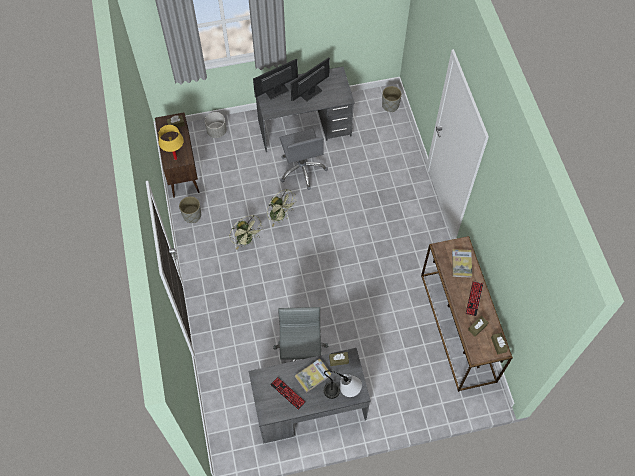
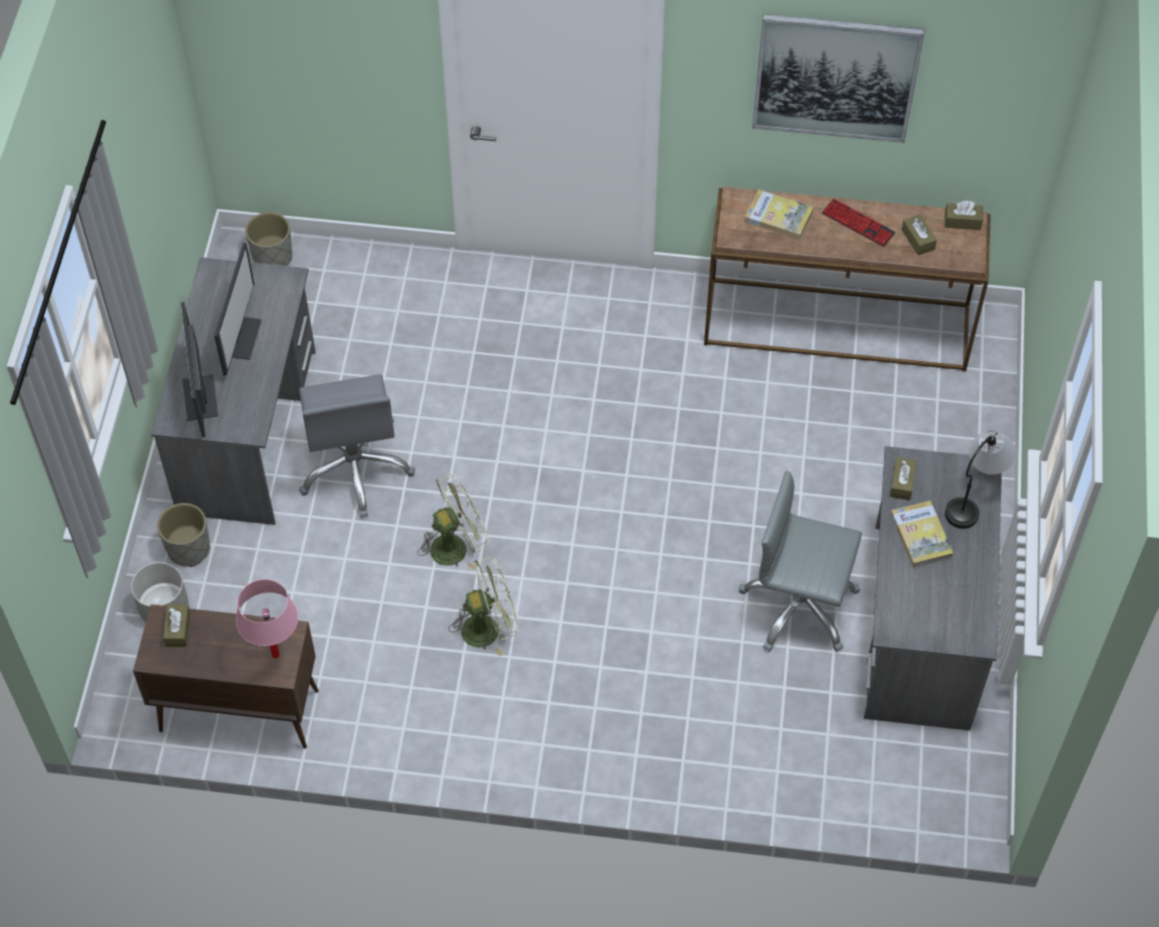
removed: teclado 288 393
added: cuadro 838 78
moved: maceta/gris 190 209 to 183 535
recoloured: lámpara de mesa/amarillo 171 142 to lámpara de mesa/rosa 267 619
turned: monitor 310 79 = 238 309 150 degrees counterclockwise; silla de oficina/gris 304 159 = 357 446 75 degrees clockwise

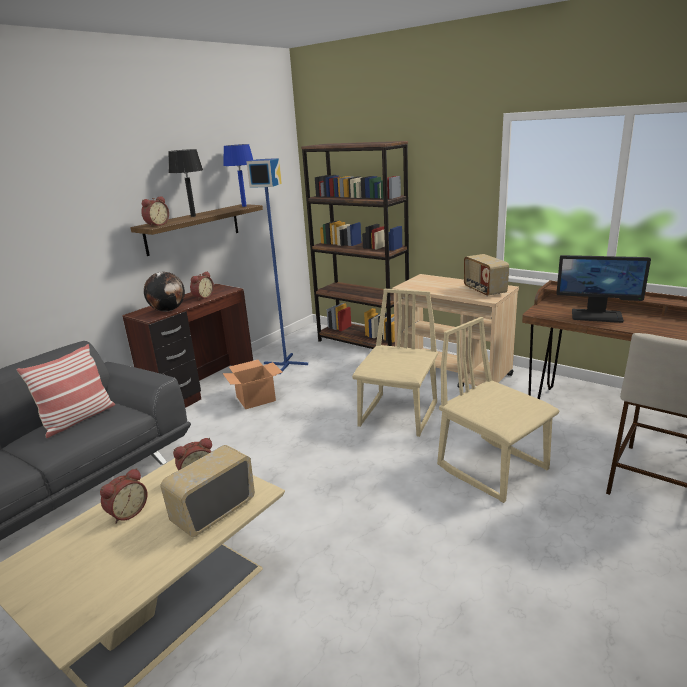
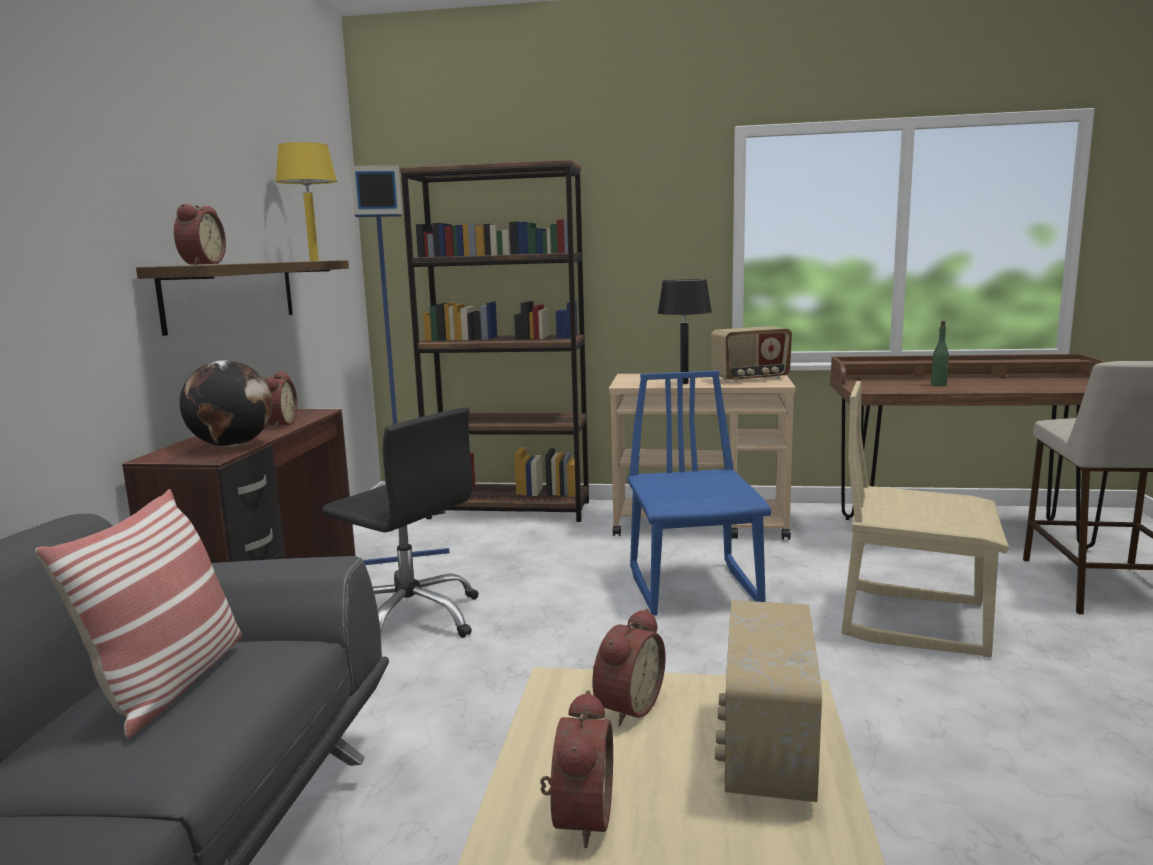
moved: lámpara de mesa/negro 185 183 to 684 331
replaced: monitor 603 289 to botella/verde 940 353; caja de cartón 252 384 to silla de oficina/negro 400 522
recoloured: lámpara de mesa/azul 238 175 to lámpara de mesa/amarillo 306 201; silla/beis 395 363 to silla/azul 699 493
turned: radio 486 275 = 751 354 60 degrees counterclockwise

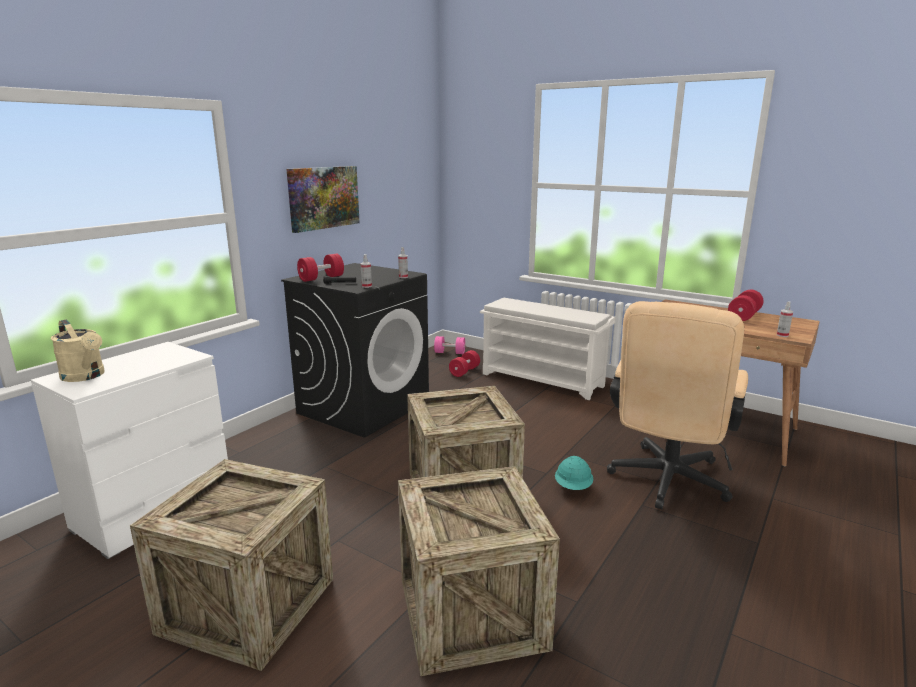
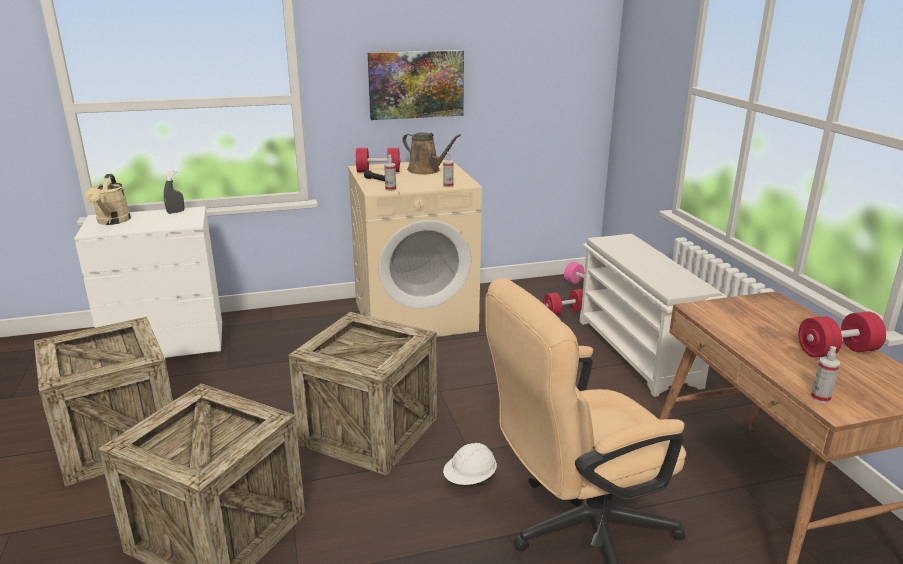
added: regadera/marrón 431 153; pulverizador/gris 174 192
recoloured: lavadora/negro 355 350 to lavadora/beis 415 248; casco/turquesa 574 473 to casco/blanco 470 464

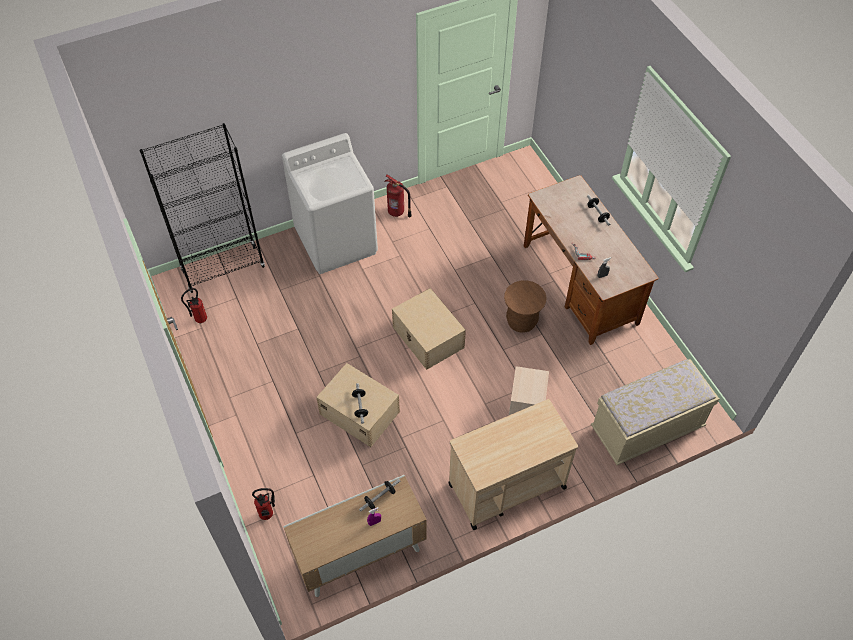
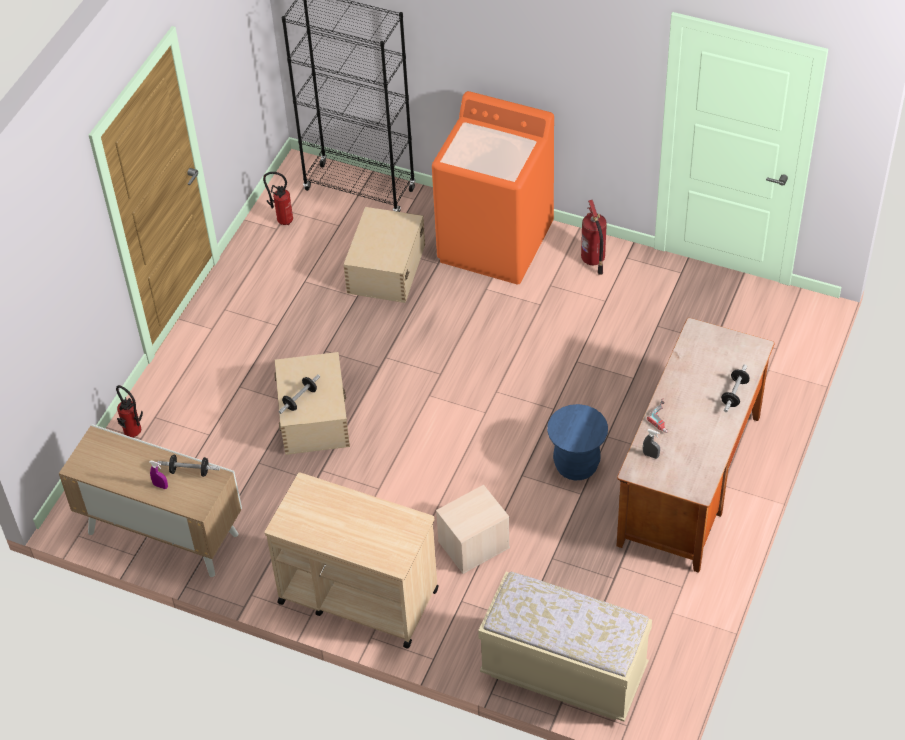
moved: caja de almacenaje/beis 429 329 to 384 255
recoloured: lavadora/blanco 330 203 to lavadora/naranja 493 187; taburete/marrón 525 306 to taburete/azul 577 442

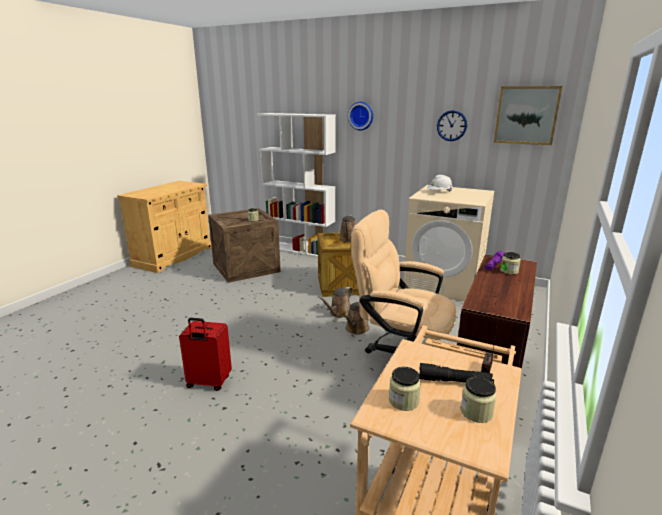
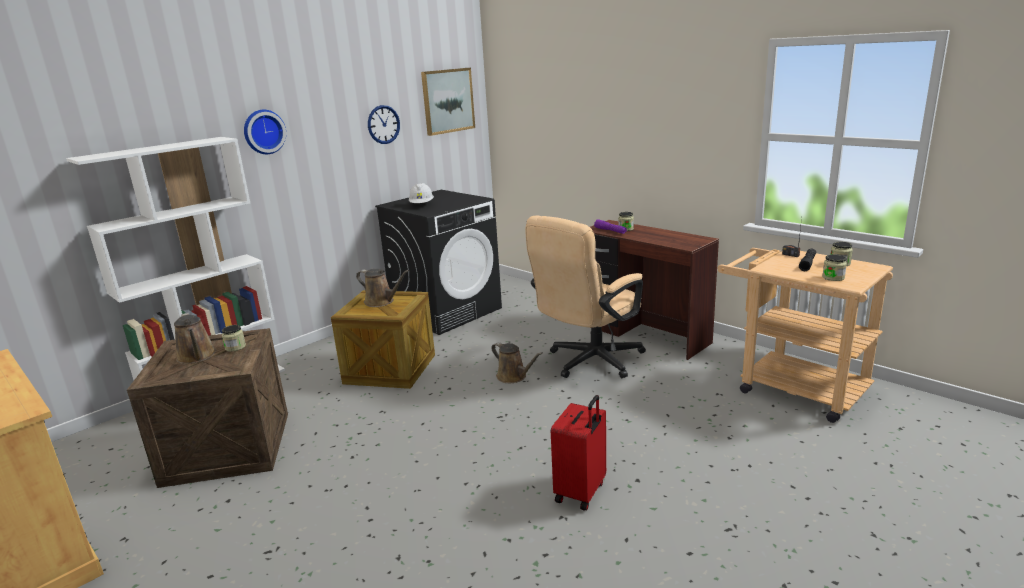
moved: regadera/marrón 335 302 to 195 338
recoloured: lavadora/beis 449 243 to lavadora/negro 438 262

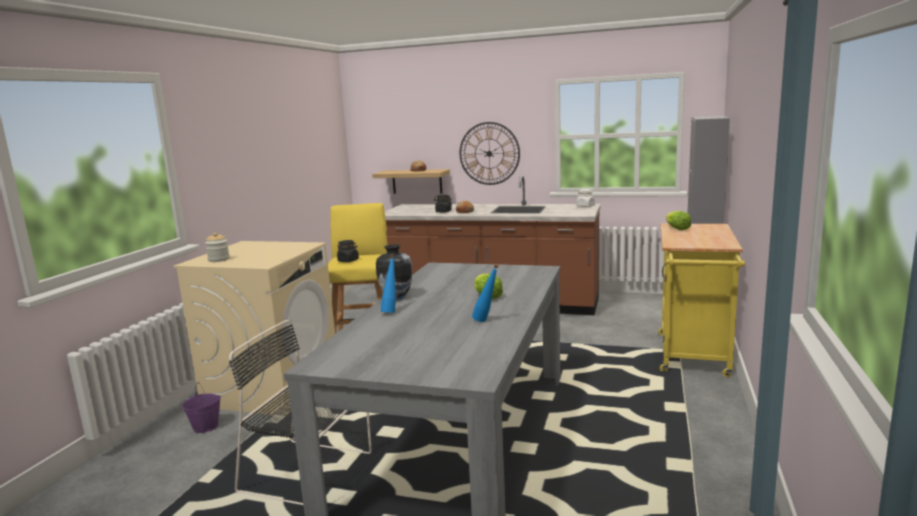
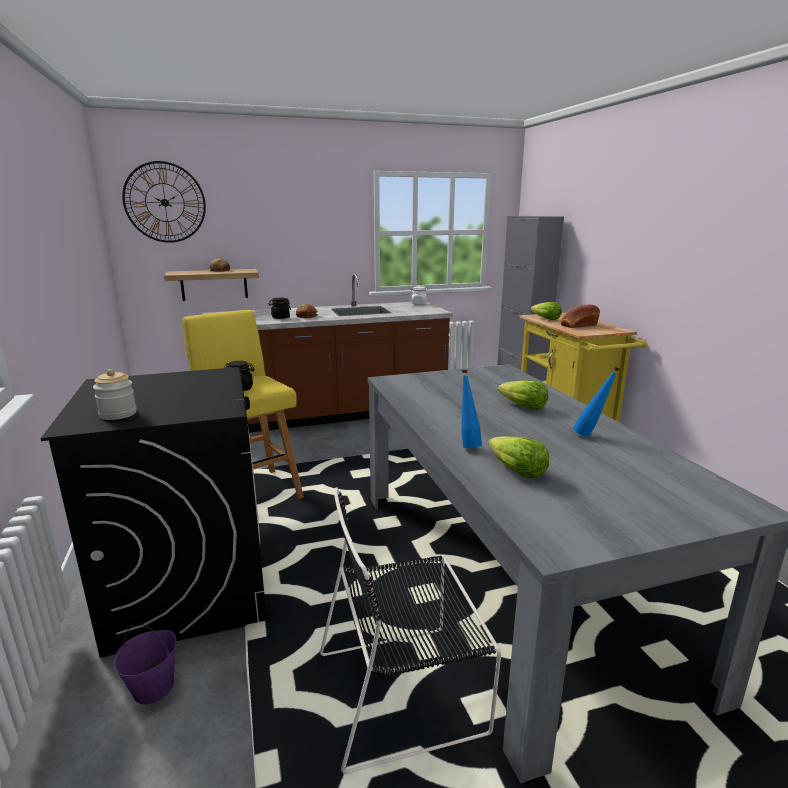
removed: florero 394 272
added: pan 580 316; lechuga 518 457
moved: reloj de pared 489 153 to 164 202
recoloured: lavadora/beis 254 328 to lavadora/negro 154 512

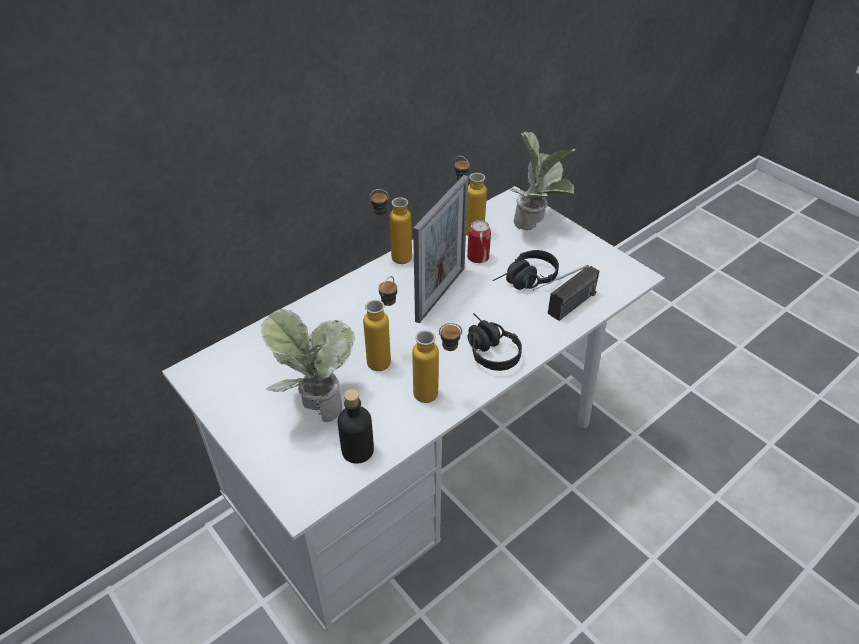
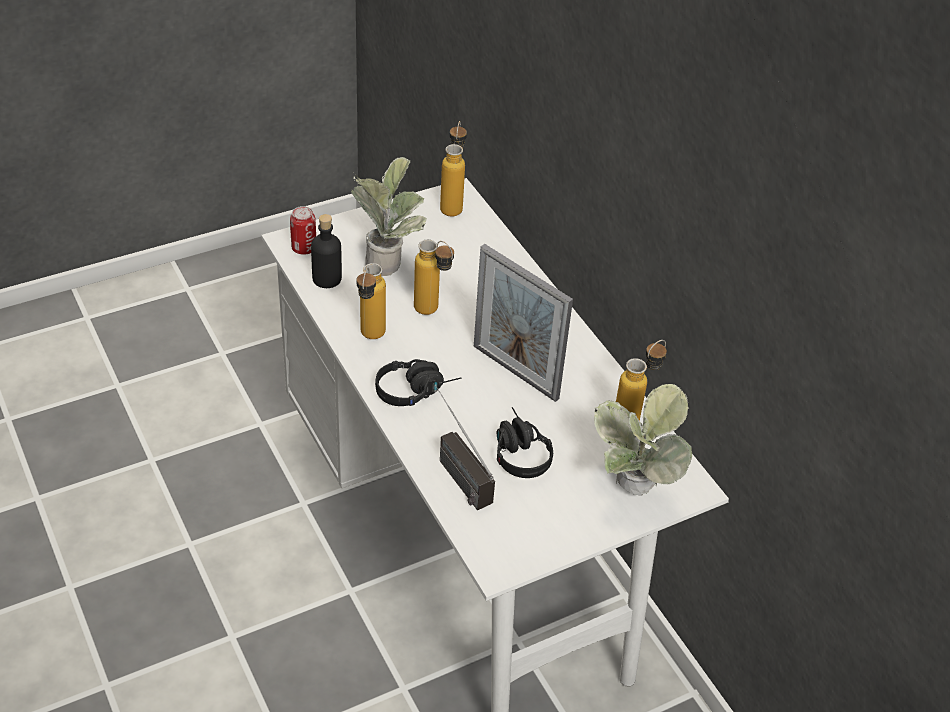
moved: botella 391 226 to 453 169; lata 479 241 to 303 230

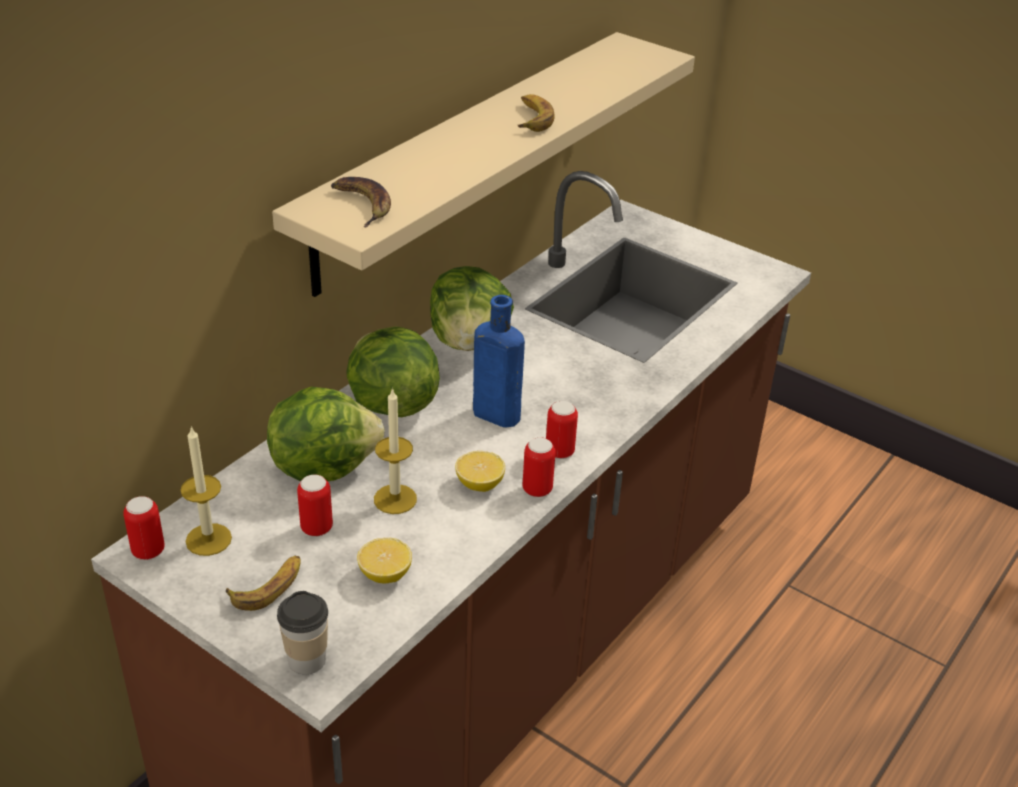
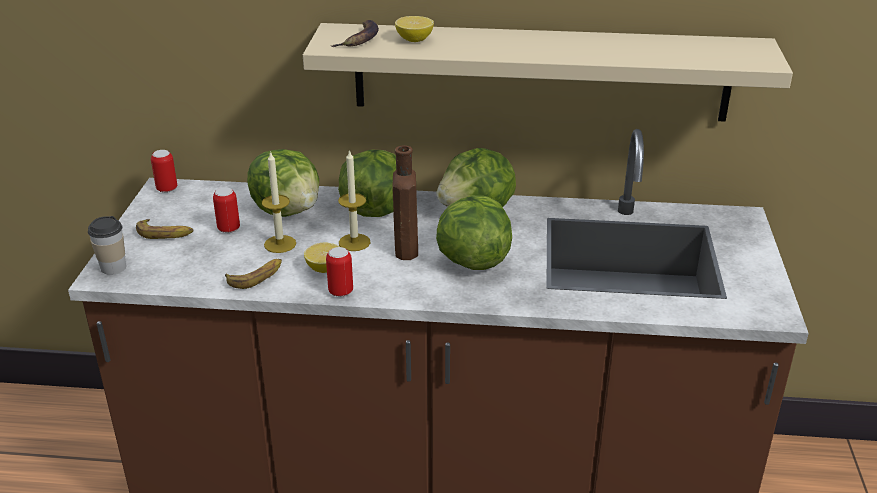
removed: lata 562 430
added: lechuga 474 233
moved: plátano 536 113 to 253 274; vela 206 491 to 354 200; limón 384 560 to 414 29
recoloured: botella/azul 499 361 to botella/marrón 405 202

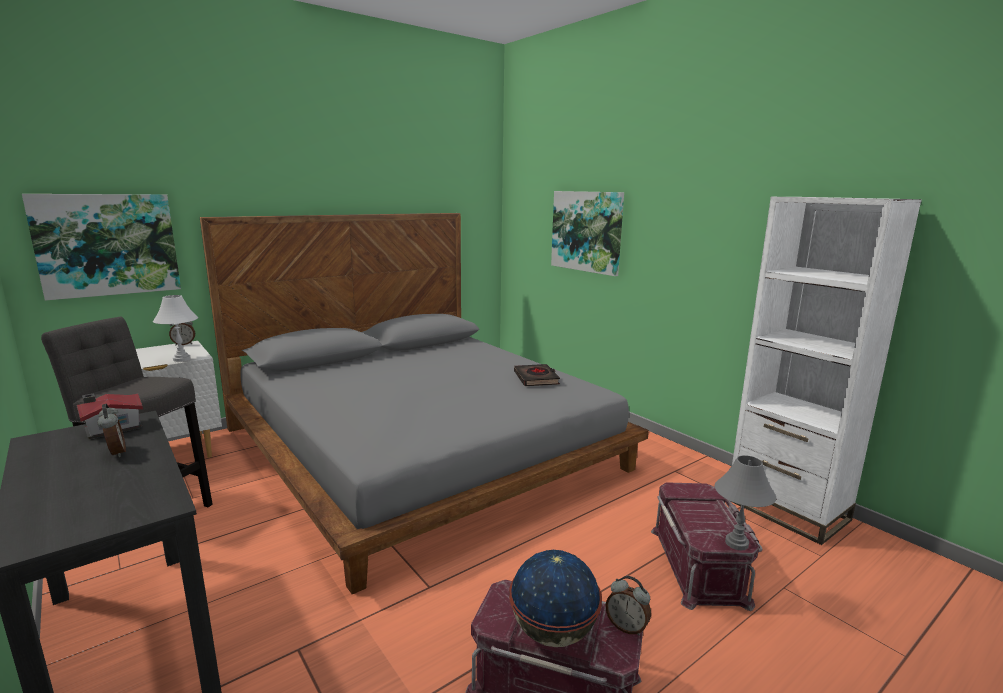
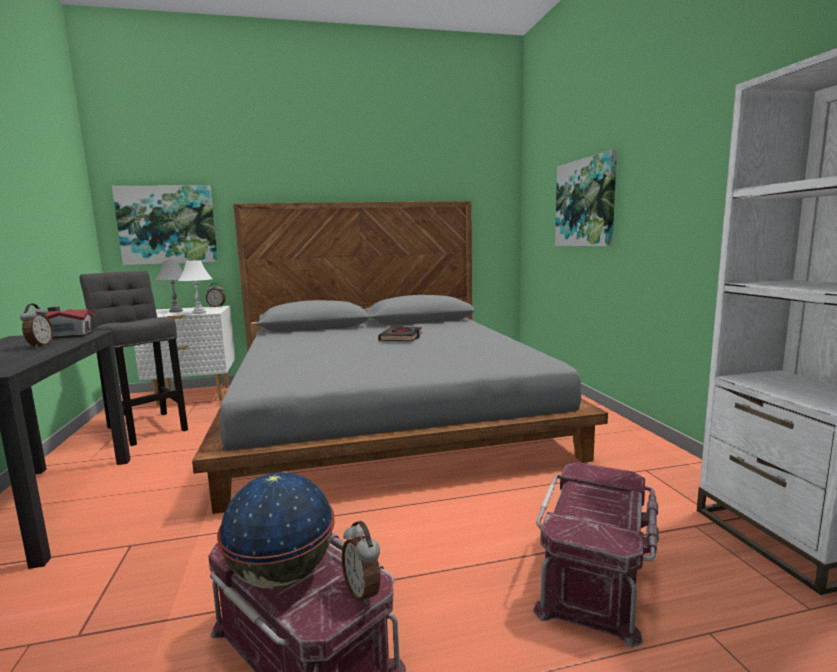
moved: libro/negro 537 375 to 400 334; lámpara de mesa/gris 745 502 to 169 286

